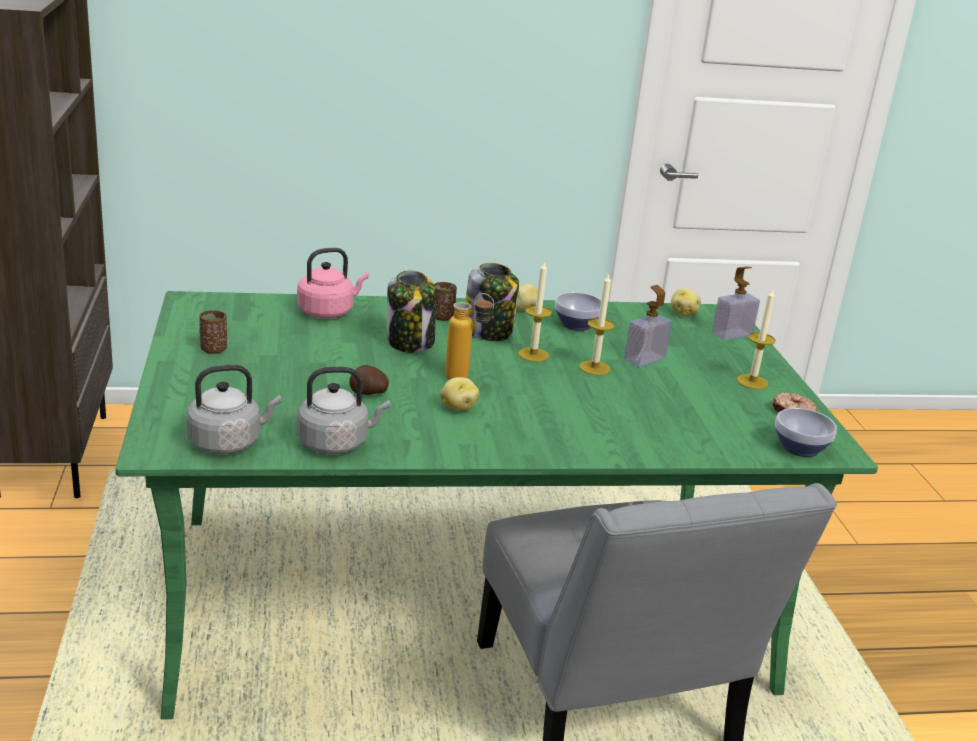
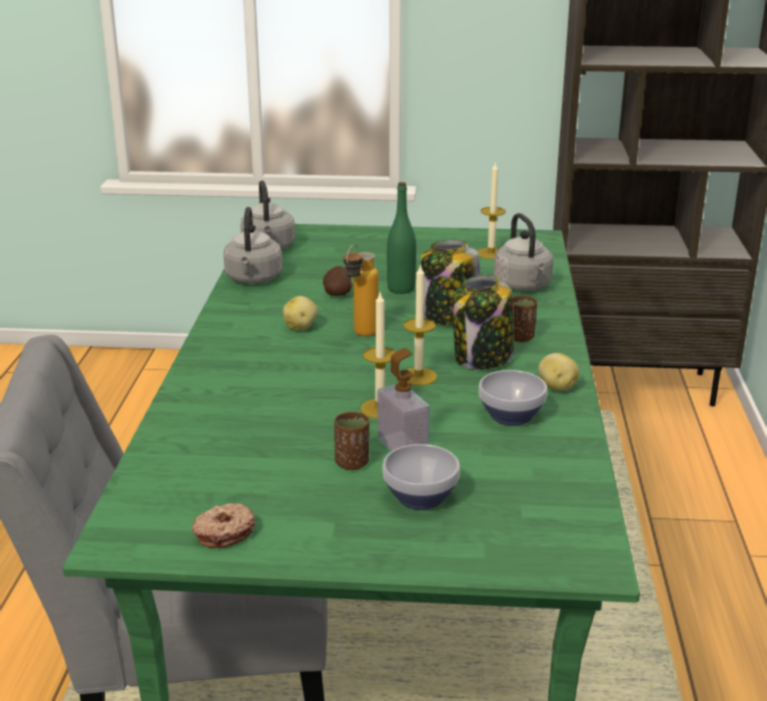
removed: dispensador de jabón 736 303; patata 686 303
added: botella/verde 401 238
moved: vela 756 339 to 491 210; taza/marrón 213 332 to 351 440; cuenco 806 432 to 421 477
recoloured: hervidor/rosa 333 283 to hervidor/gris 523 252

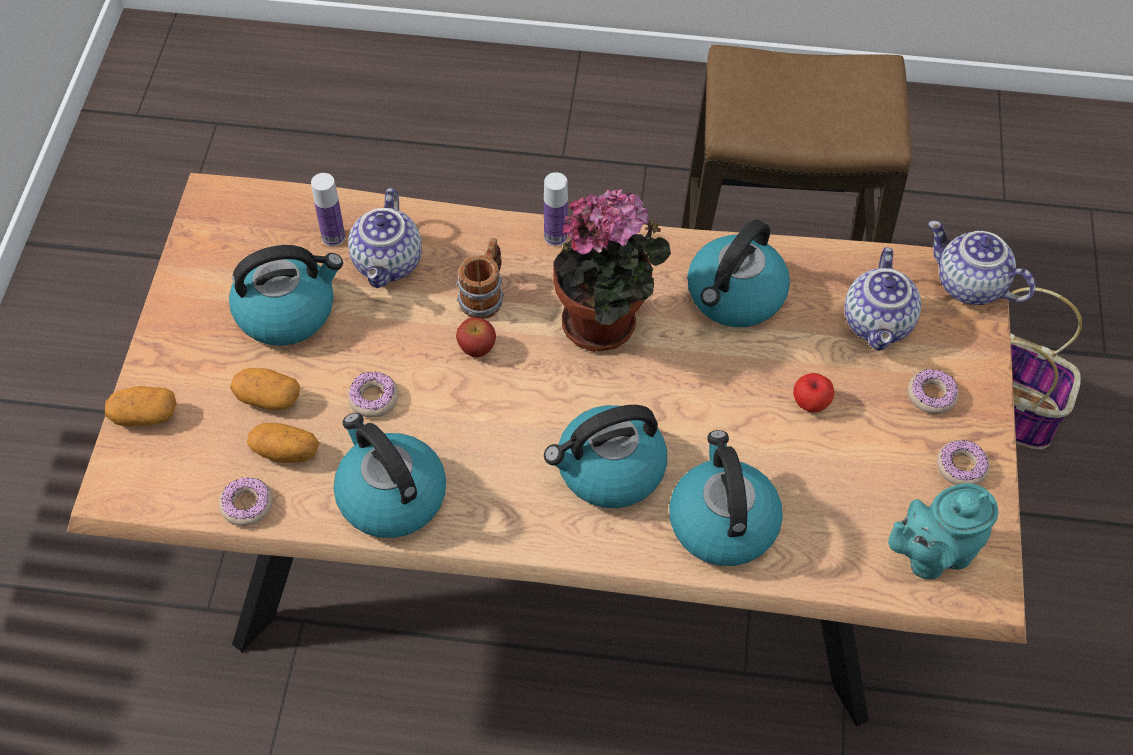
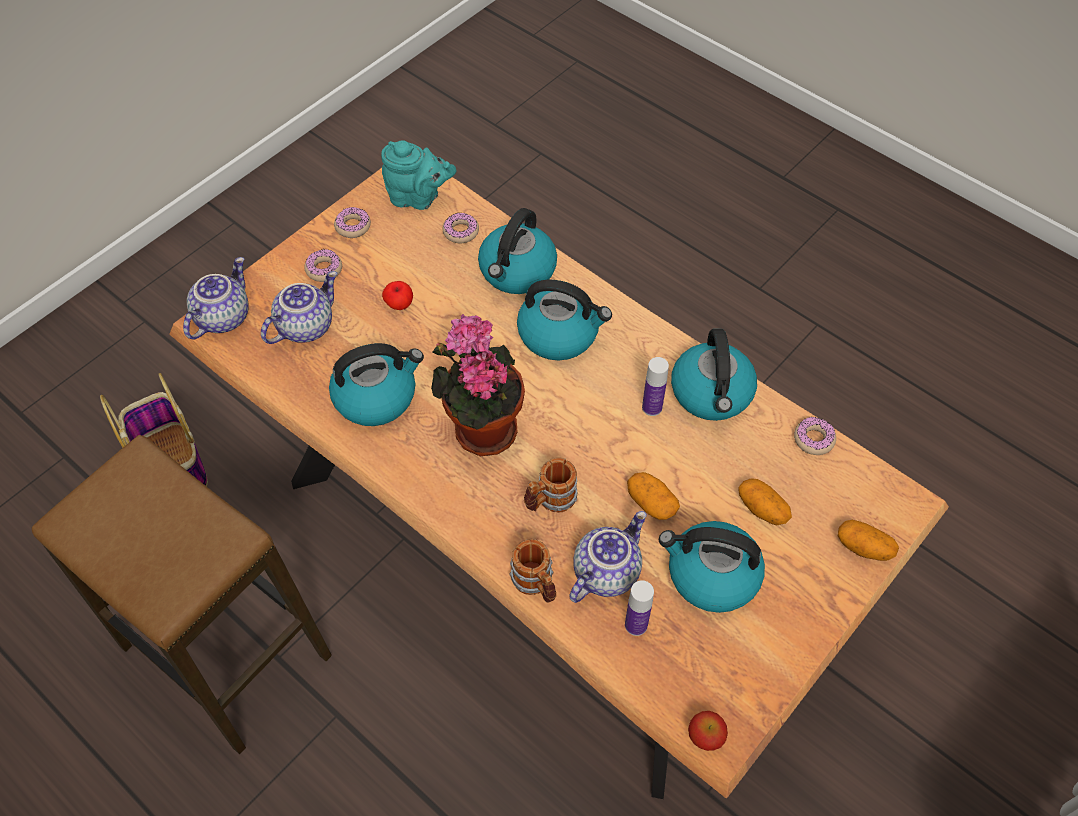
added: taza grande 532 571
moved: botella 556 209 to 655 386; manzana 476 337 to 708 731; rosquilla 373 395 to 460 228; patata 283 443 to 653 496
turned: tetera 981 263 = 216 298 135 degrees counterclockwise

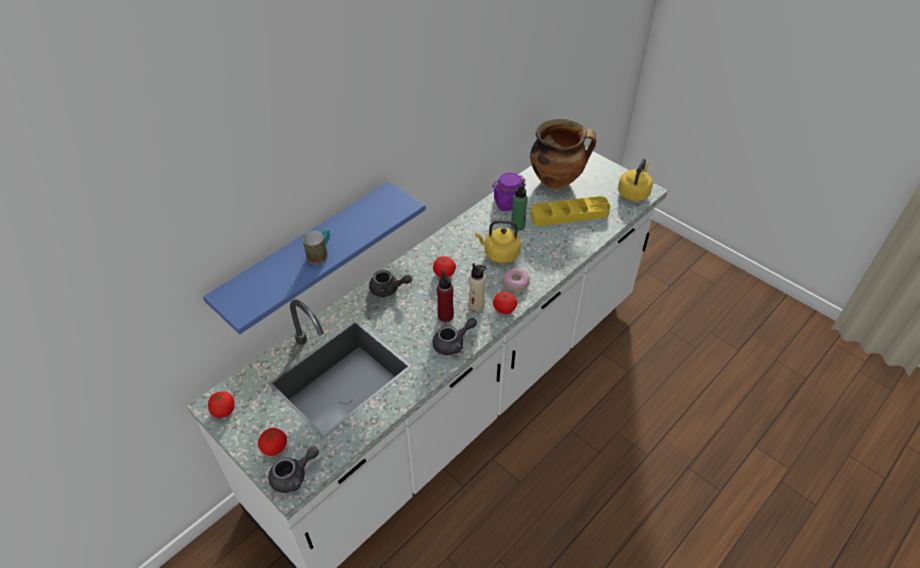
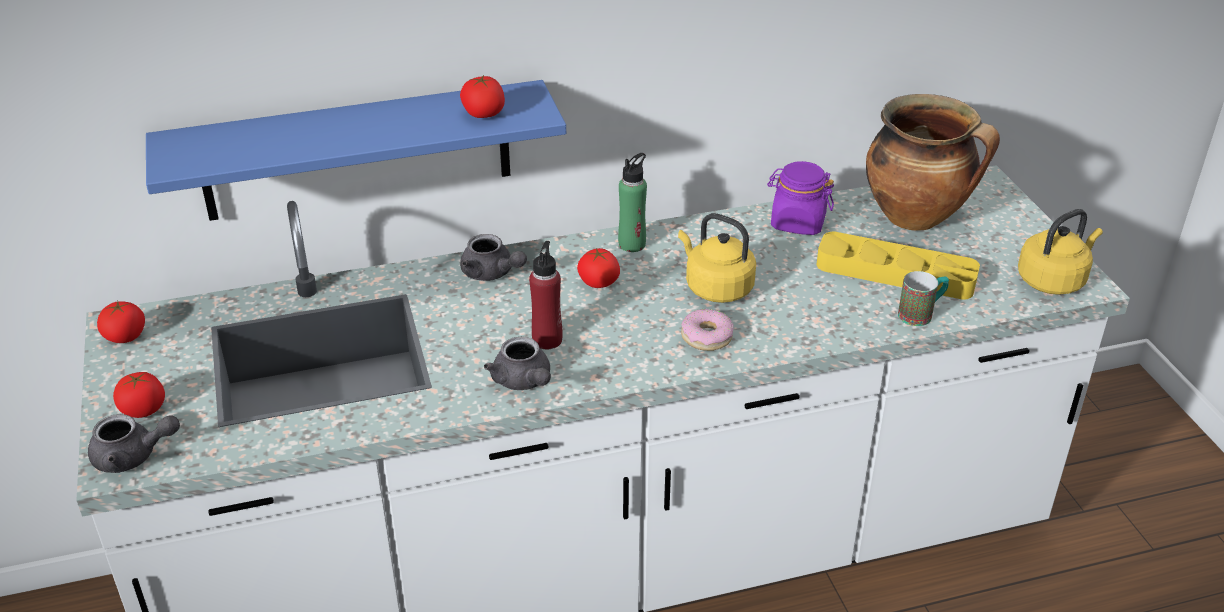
removed: botella/beis 477 287
moved: botella/verde 519 206 to 632 202; taza grande 316 247 to 923 298; tomate 505 302 to 482 96
turned: tetera/gris 455 336 = 517 363 60 degrees clockwise

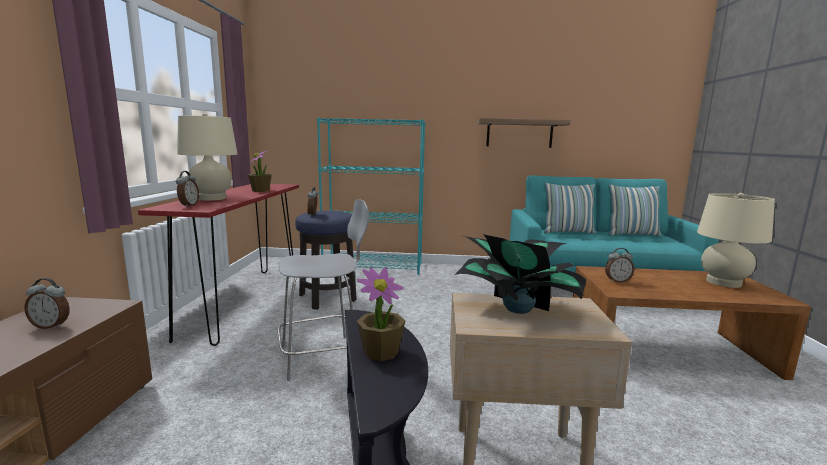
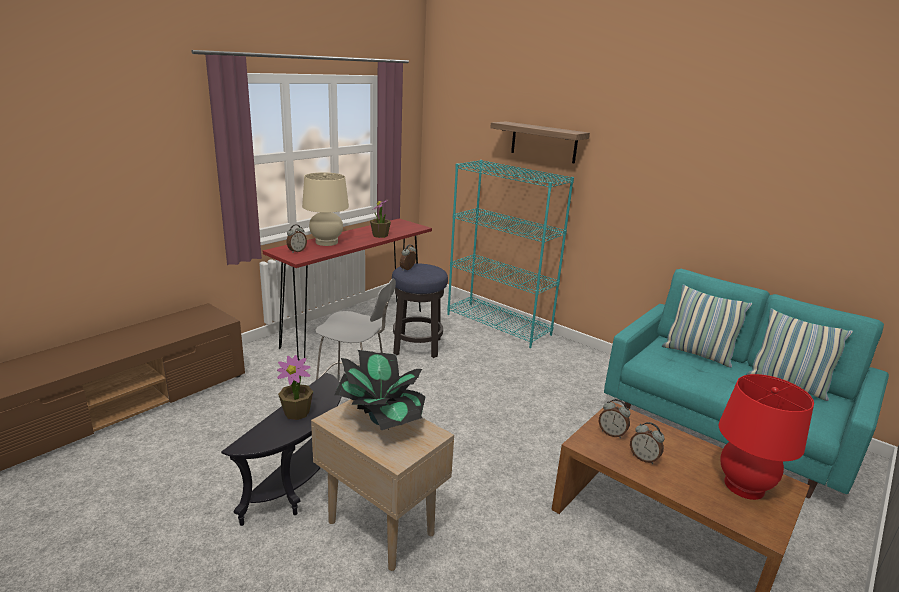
moved: estante 524 133 to 540 142; despertador 47 303 to 647 443
recoloured: lámpara de mesa/beis 736 240 to lámpara de mesa/rojo 766 437

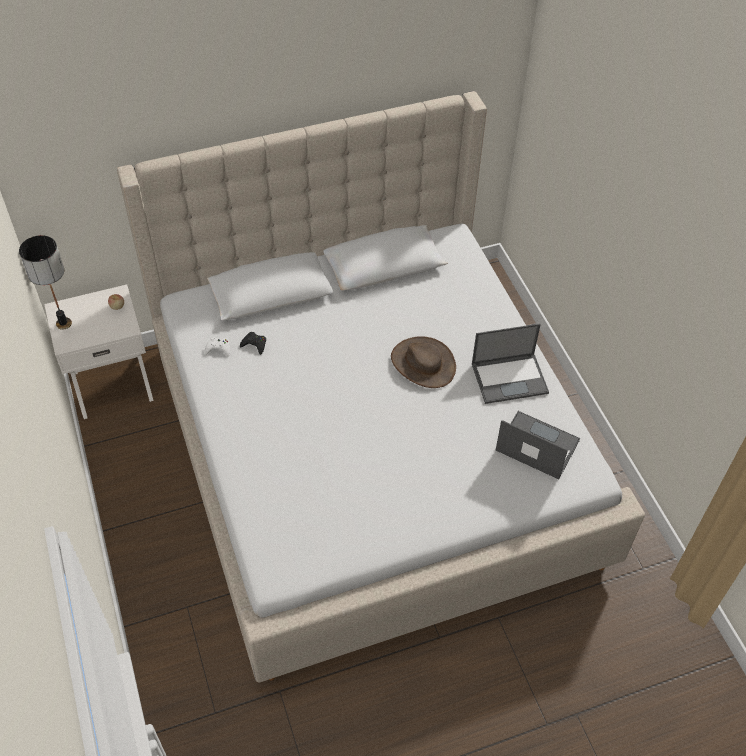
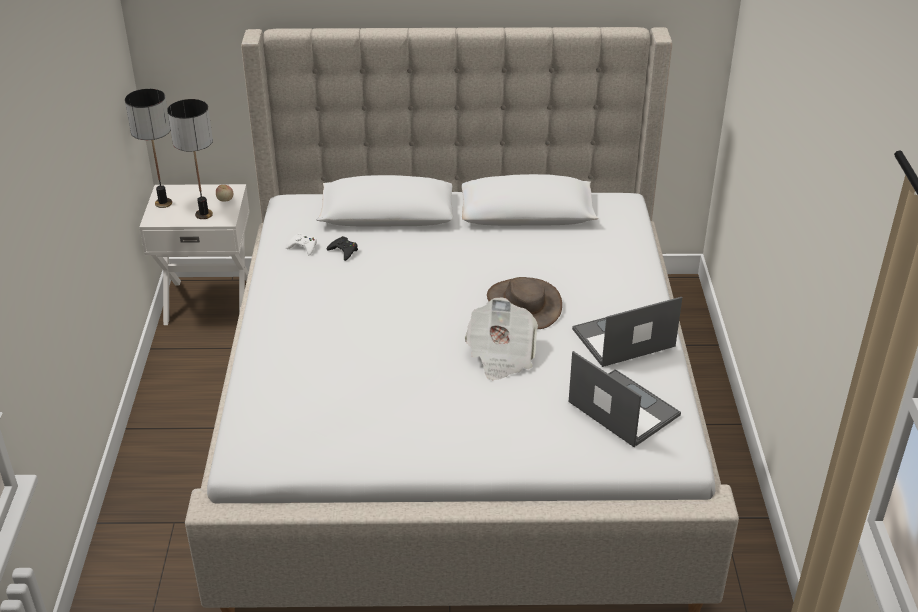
added: lámpara de mesa 190 159; periódico 501 339
turned: portátil 510 364 = 627 332 150 degrees clockwise

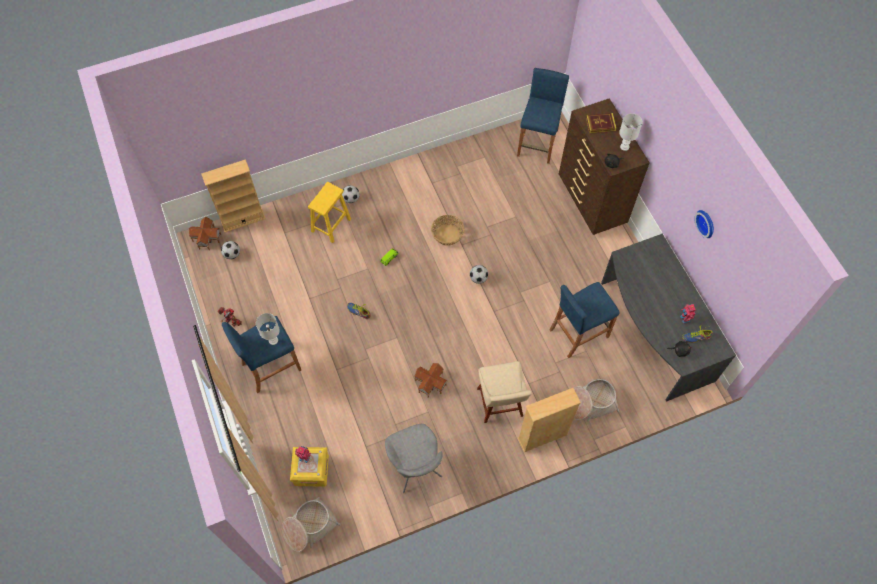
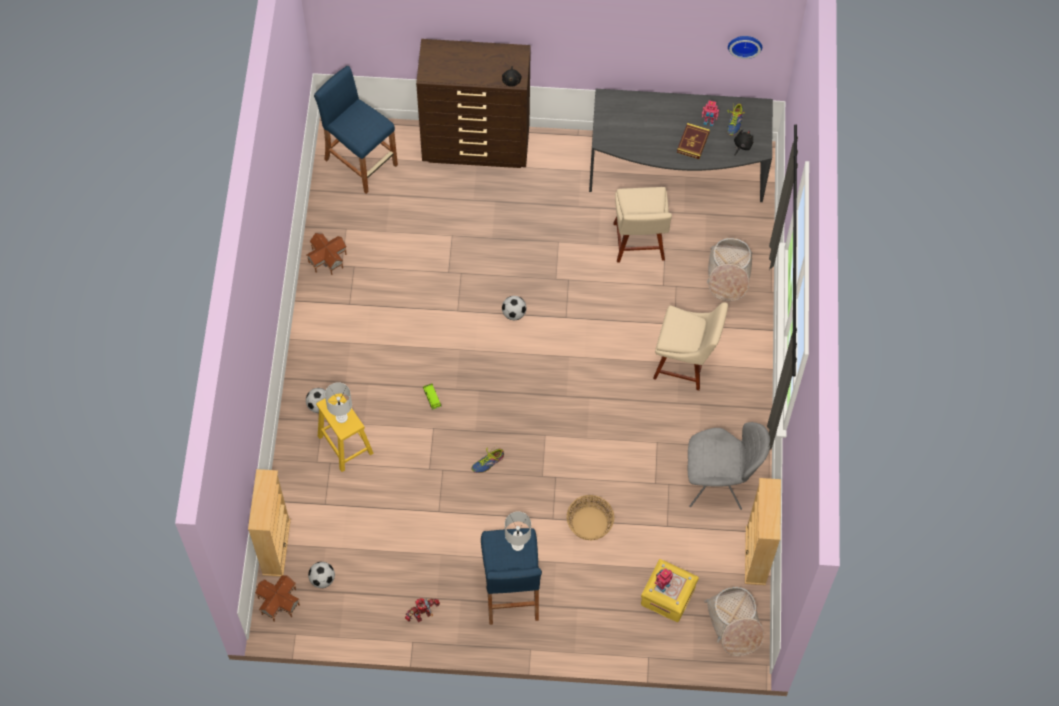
moved: libro 601 123 to 693 141; lámpara de mesa/blanco 631 132 to 338 402; reloj de pared 704 224 to 745 47; cesta 447 230 to 590 517; casita 430 380 to 326 254; estantería/beis 549 420 to 763 531
replaced: taburete/azul 584 320 to silla/beis 642 225

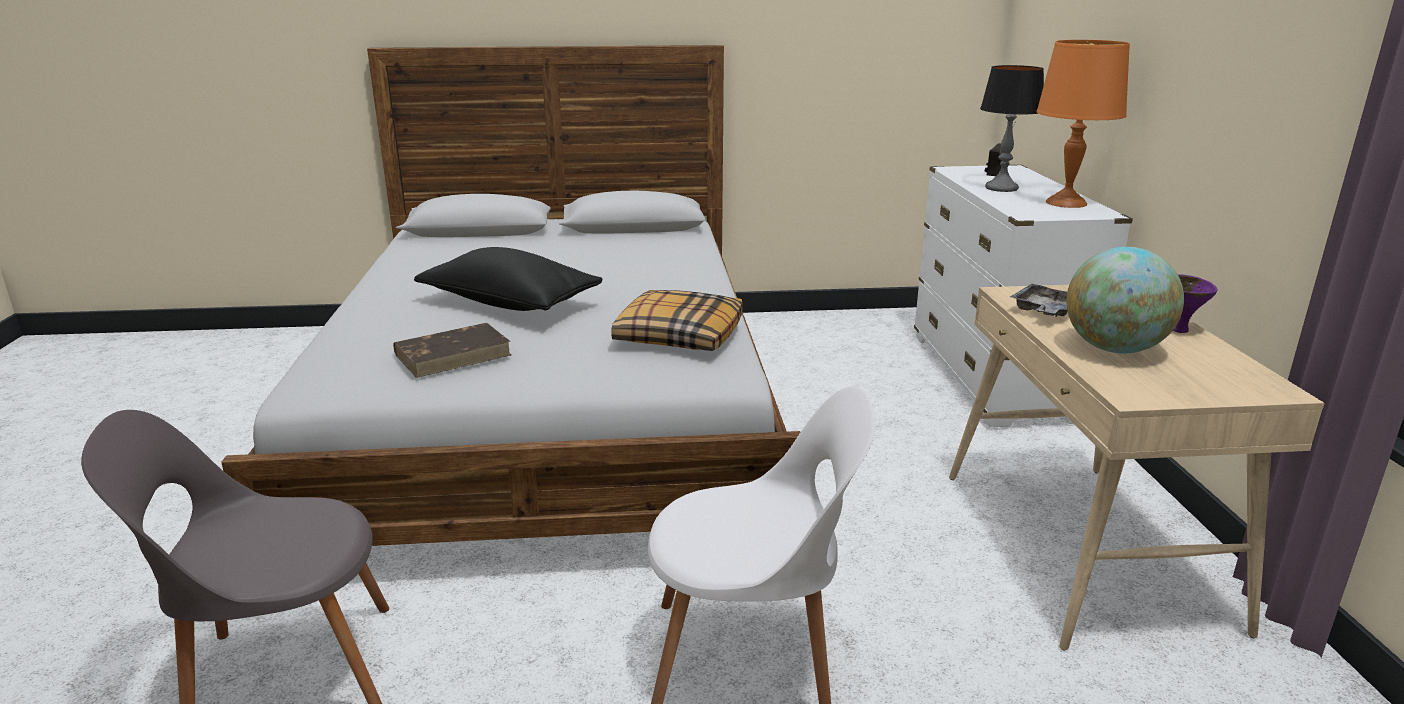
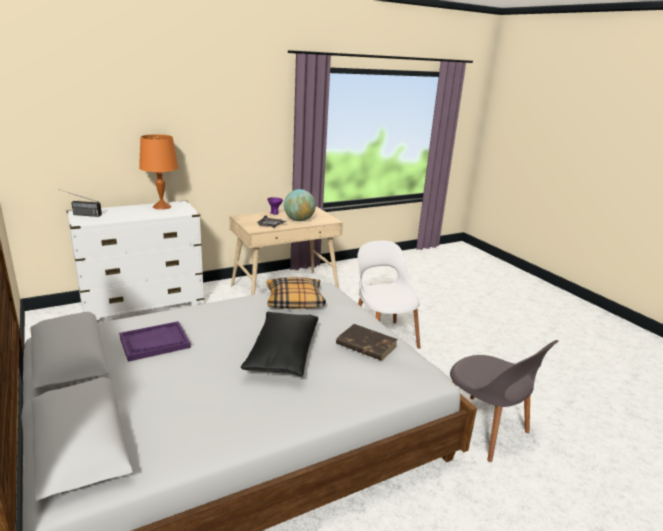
removed: lámpara de mesa 1012 128
added: bandeja/morado 155 341

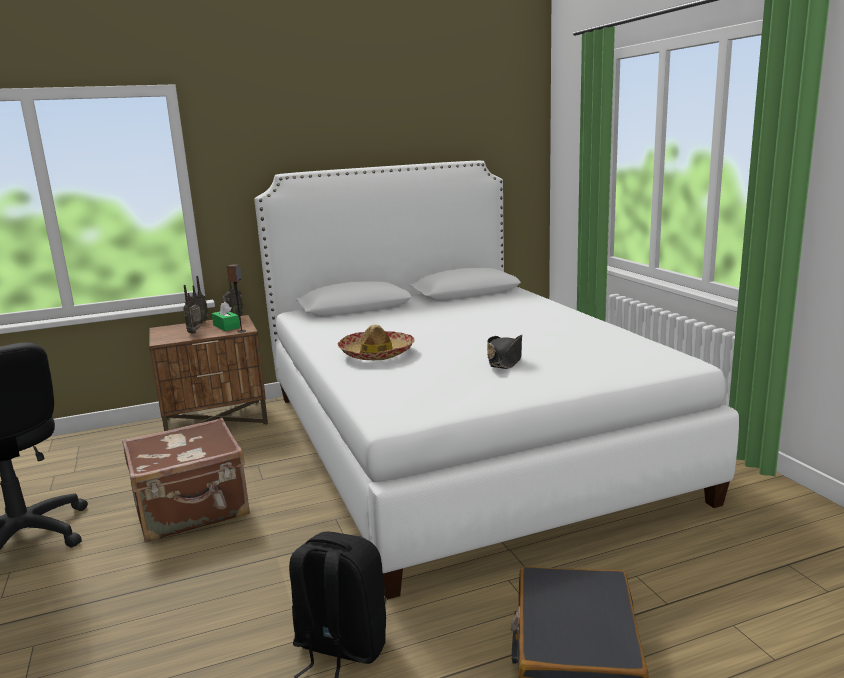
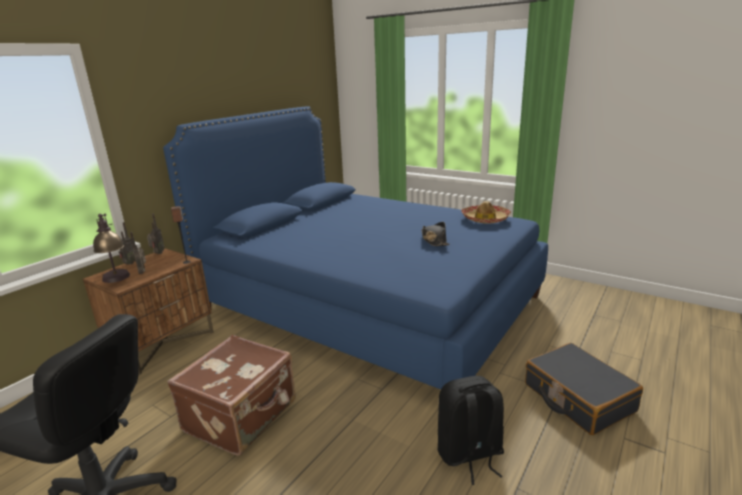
removed: caja de pañuelos/verde 226 316
added: lámpara de mesa 111 248
moved: sombrero 376 342 to 486 212
recoloured: cama/blanco 496 380 to cama/azul 355 247

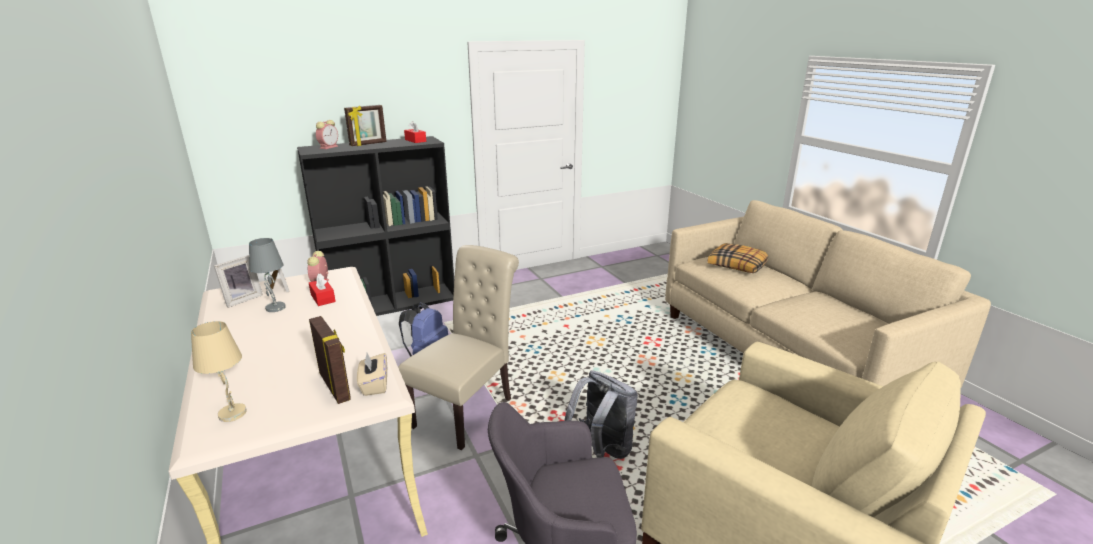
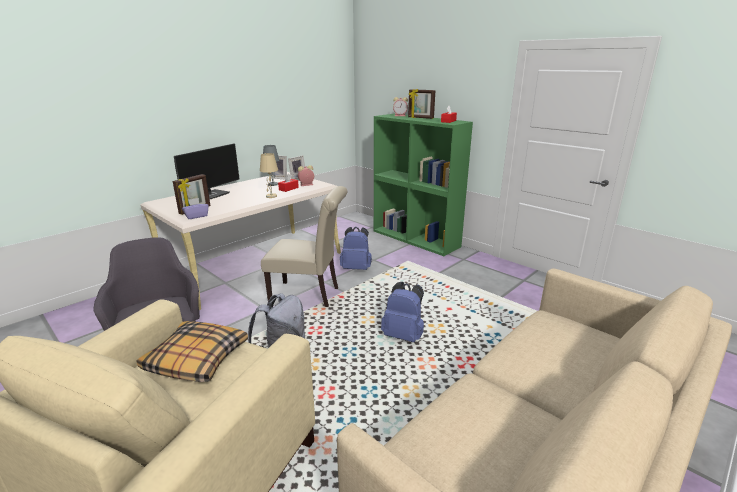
added: monitor 207 171; mochila/azul 402 312
moved: cojín 737 258 to 192 351; lámpara de mesa/beis 219 371 to 269 175
recoloured: estantería/negro 375 226 to estantería/verde 423 185; caja de pañuelos/beis 372 374 to caja de pañuelos/morado 195 208

